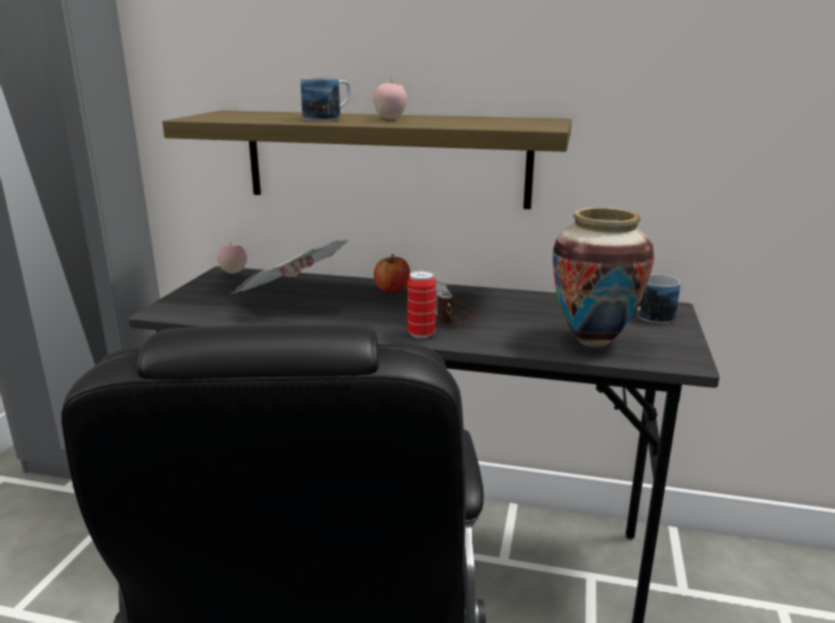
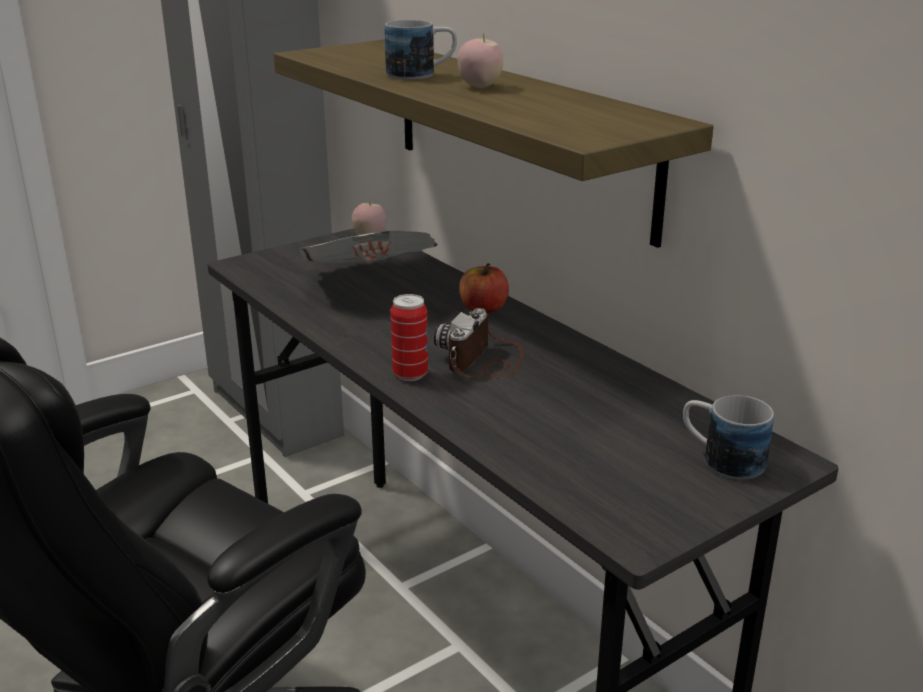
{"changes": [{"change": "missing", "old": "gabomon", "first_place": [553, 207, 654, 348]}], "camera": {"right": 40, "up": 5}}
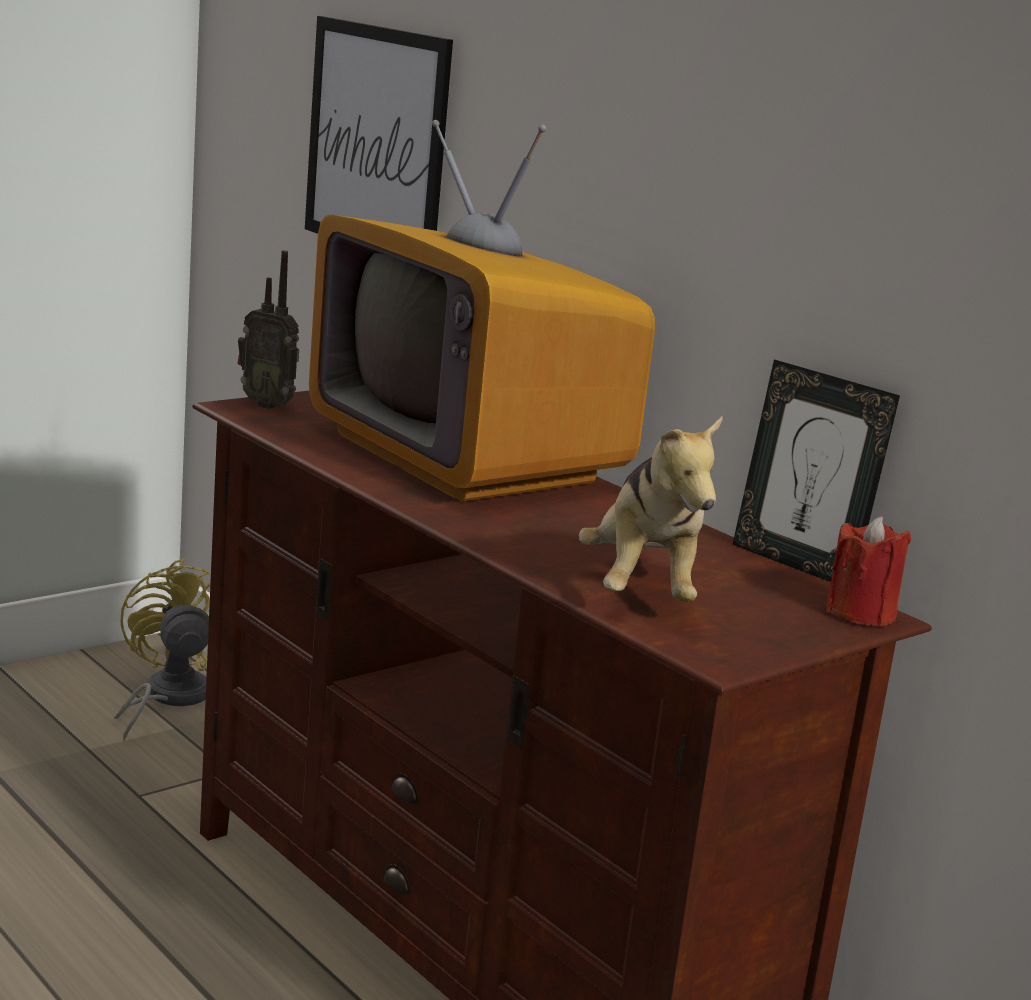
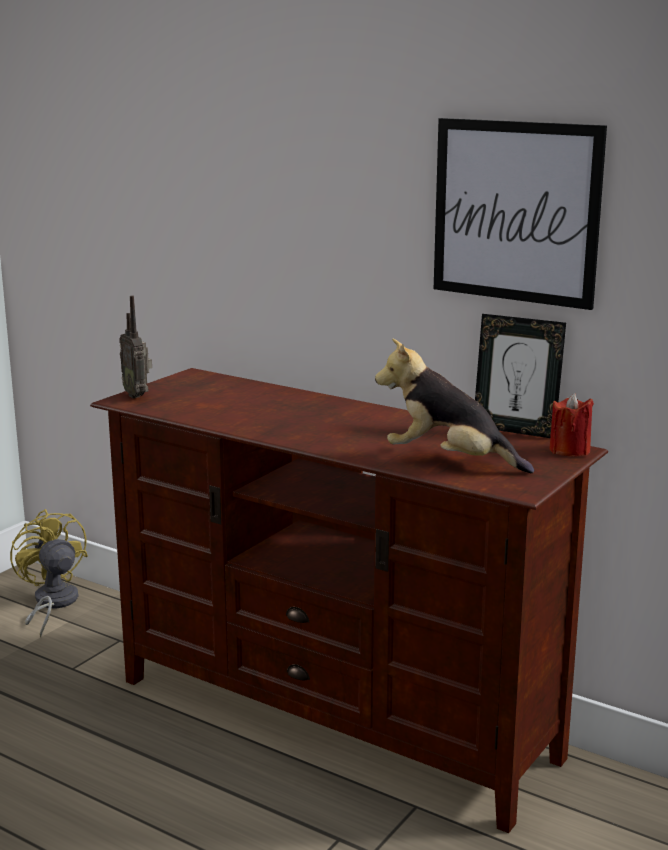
{"changes": [{"change": "relocated", "old": "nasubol", "first_place": [305, 16, 453, 234], "second_place": [434, 118, 607, 310]}, {"change": "missing", "old": "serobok", "first_place": [309, 120, 655, 502]}, {"change": "spun", "old": "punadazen", "first_place": [238, 250, 299, 409], "second_place": [119, 296, 152, 398], "degrees": 45}, {"change": "spun", "old": "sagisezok", "first_place": [579, 415, 723, 602], "second_place": [375, 339, 534, 473], "degrees": 135}], "camera": {"right": -15, "up": 0}}
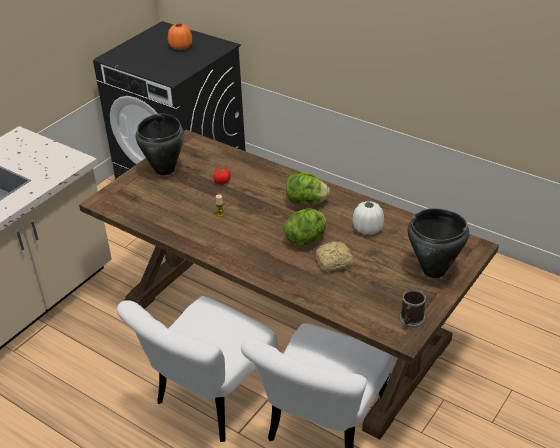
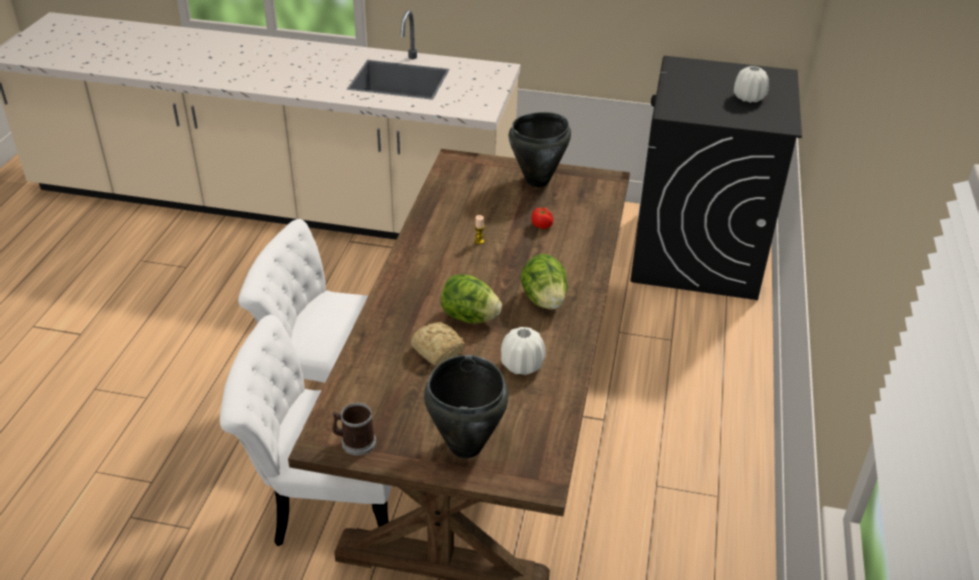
{"changes": [{"change": "colour", "old": "orange_gabomon", "new": "white_gabomon", "first_place": [168, 23, 192, 50], "second_place": [734, 66, 769, 103]}], "camera": {"right": 65, "up": 0}}
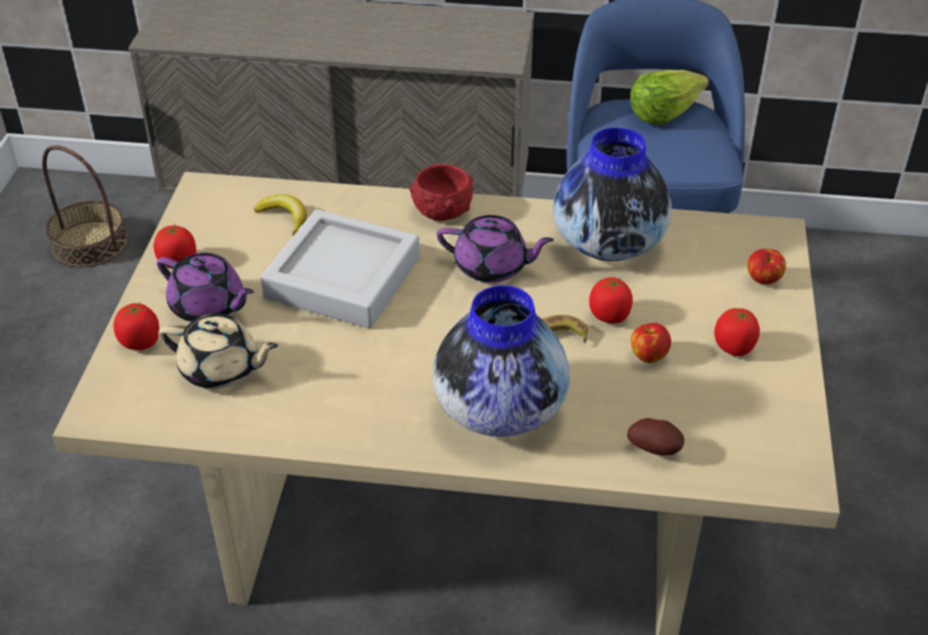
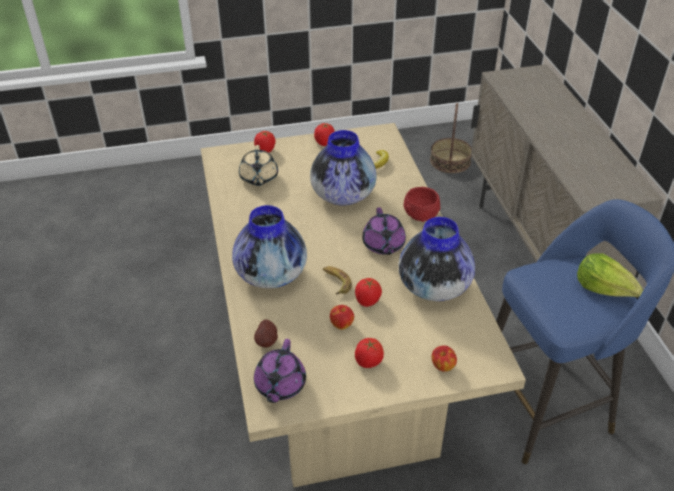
{"changes": [{"change": "exchanged", "old": "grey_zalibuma", "new": "gabomon", "first_place": [261, 209, 420, 328], "second_place": [310, 130, 377, 206]}, {"change": "relocated", "old": "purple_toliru", "first_place": [157, 253, 254, 322], "second_place": [254, 339, 306, 403]}], "camera": {"right": 70, "up": 0}}
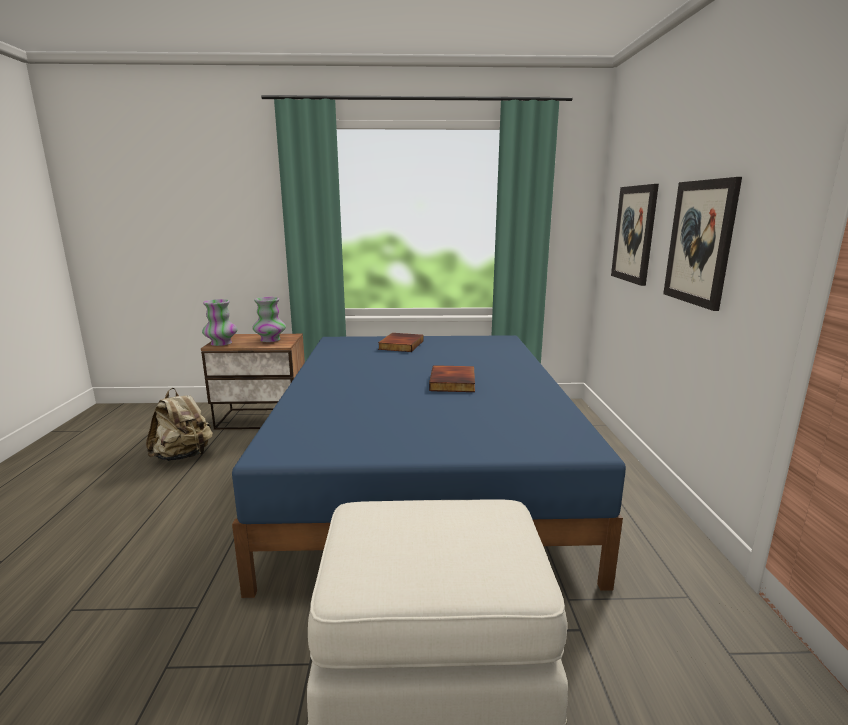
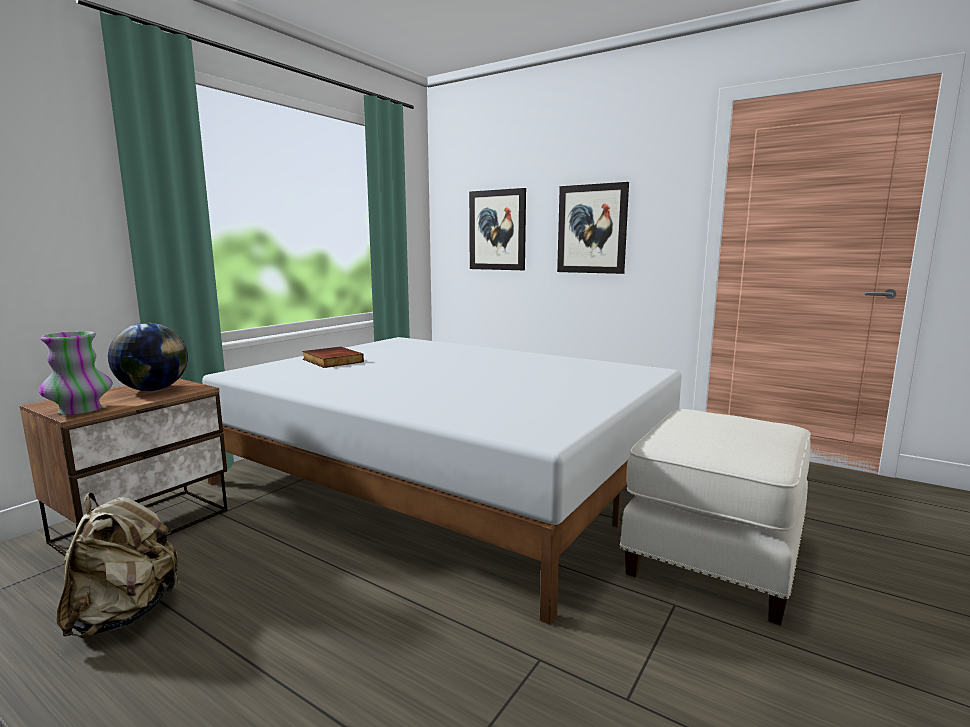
{"changes": [{"change": "exchanged", "old": "gabomon", "new": "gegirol", "first_place": [252, 297, 286, 342], "second_place": [108, 323, 188, 391]}, {"change": "colour", "old": "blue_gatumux", "new": "white_gatumux", "first_place": [232, 335, 626, 598], "second_place": [202, 337, 682, 625]}, {"change": "missing", "old": "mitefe", "first_place": [429, 365, 475, 392]}], "camera": {"right": -55, "up": -5}}
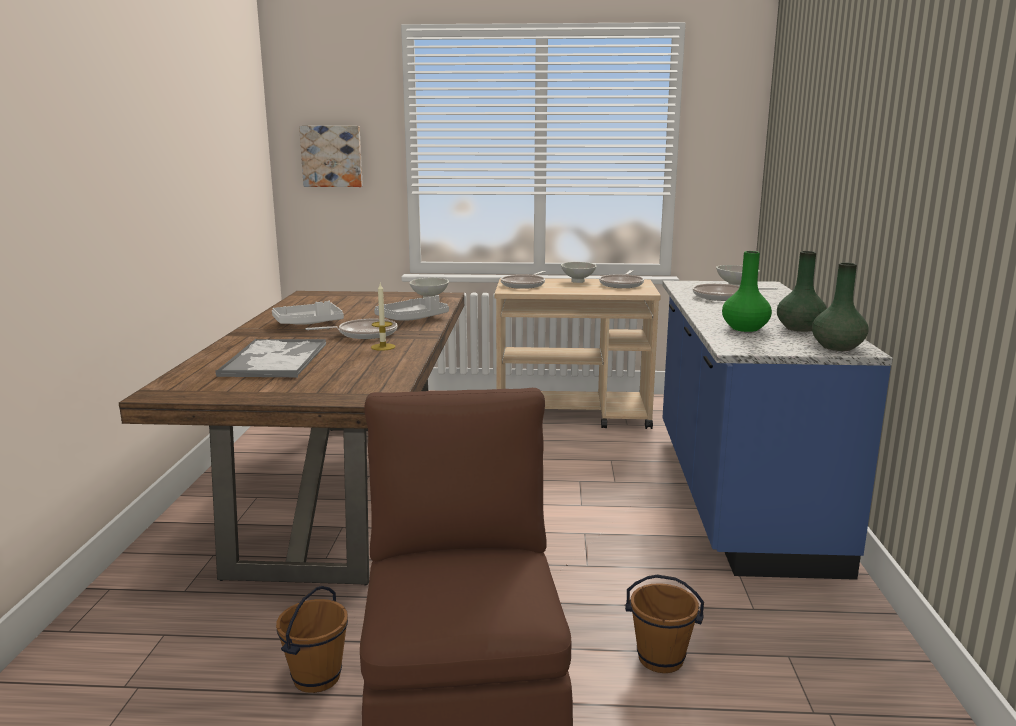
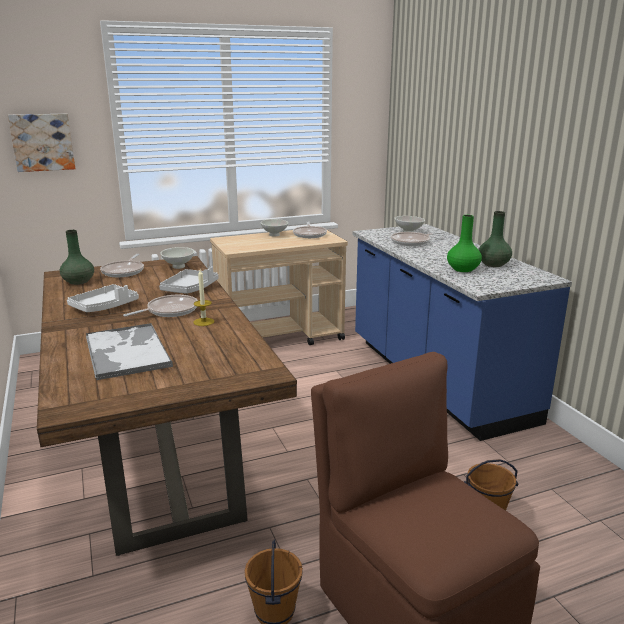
{"changes": [{"change": "relocated", "old": "green_gabomon", "first_place": [812, 263, 869, 351], "second_place": [60, 230, 94, 285]}, {"change": "relocated", "old": "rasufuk", "first_place": [501, 271, 546, 289], "second_place": [100, 254, 144, 277]}], "camera": {"right": -25, "up": 5}}
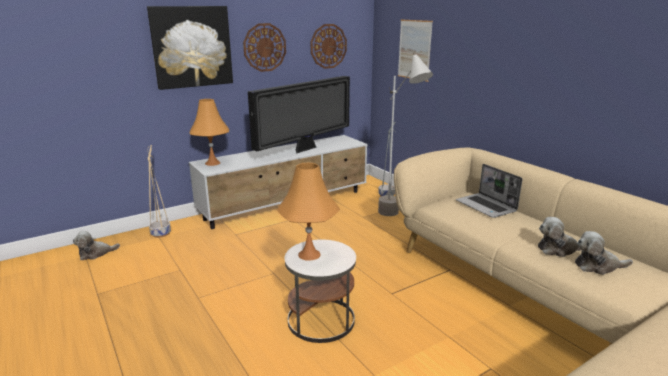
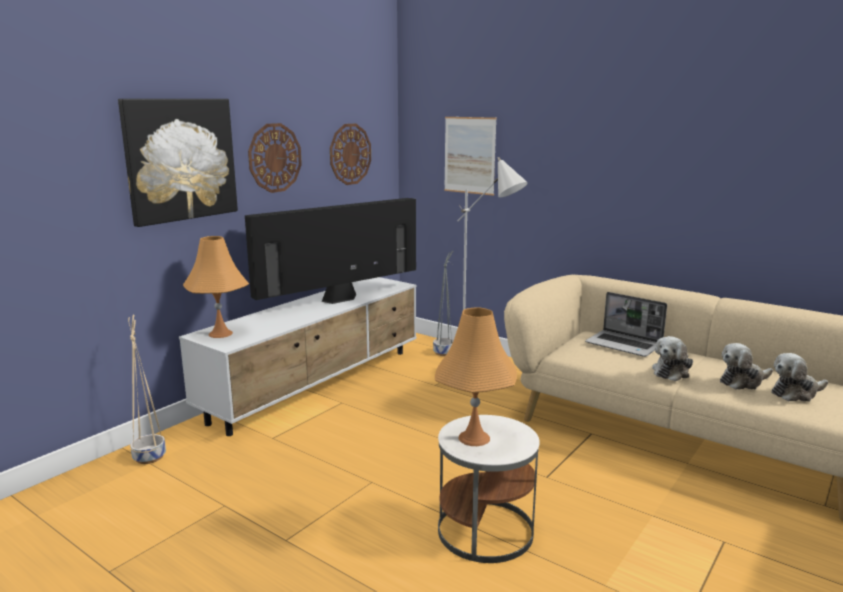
{"changes": [{"change": "spun", "old": "serobok", "first_place": [248, 76, 350, 154], "second_place": [245, 198, 416, 304], "degrees": -150}, {"change": "relocated", "old": "sagisezok", "first_place": [73, 231, 120, 260], "second_place": [652, 336, 693, 381]}], "camera": {"right": -20, "up": -5}}
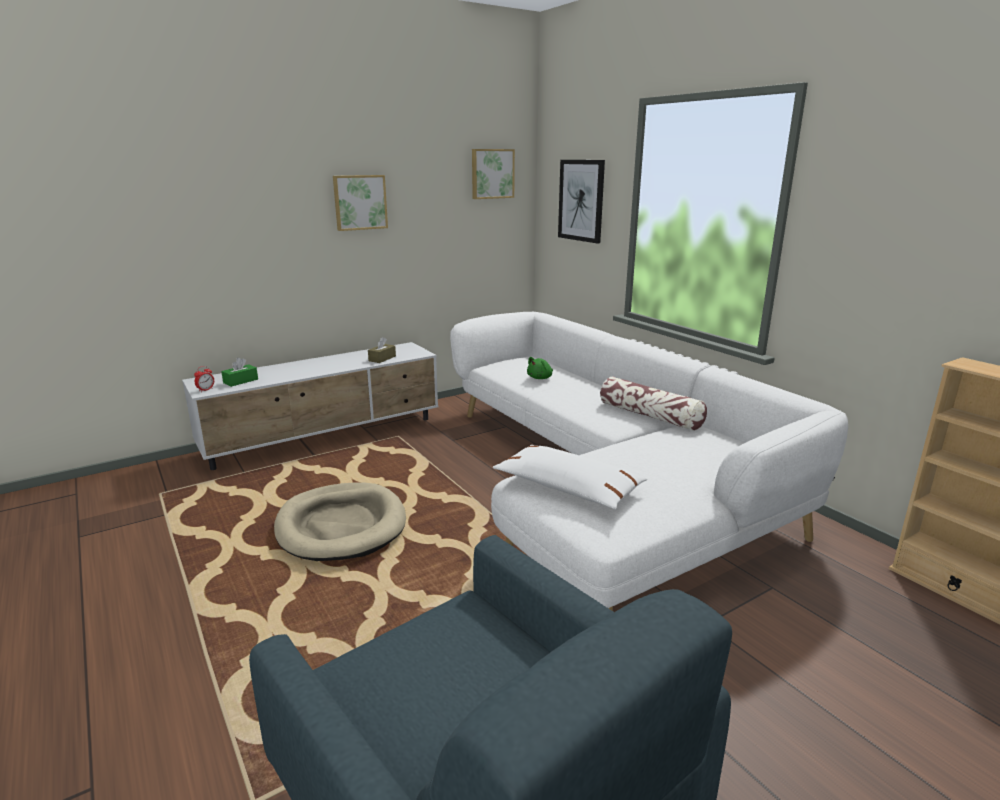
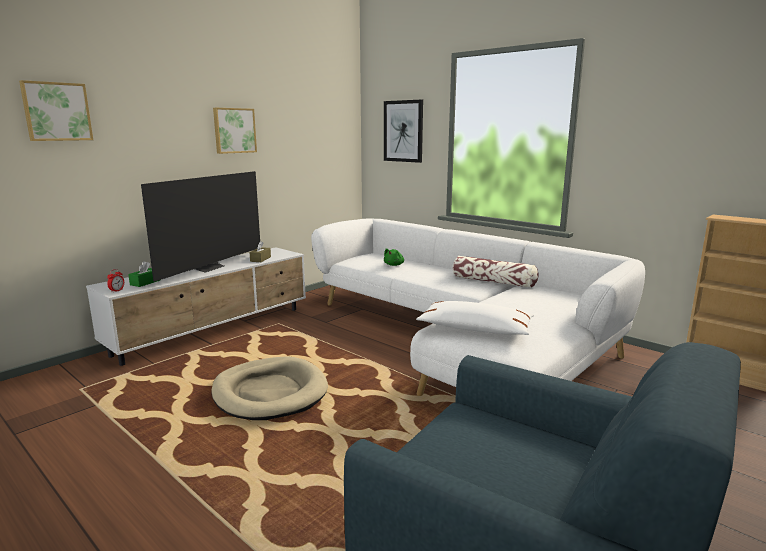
{"changes": [{"change": "relocated", "old": "nasubol", "first_place": [472, 149, 515, 199], "second_place": [19, 80, 93, 141]}, {"change": "appeared", "new": "serobok", "second_place": [141, 171, 260, 282]}], "camera": {"right": -15, "up": -5}}
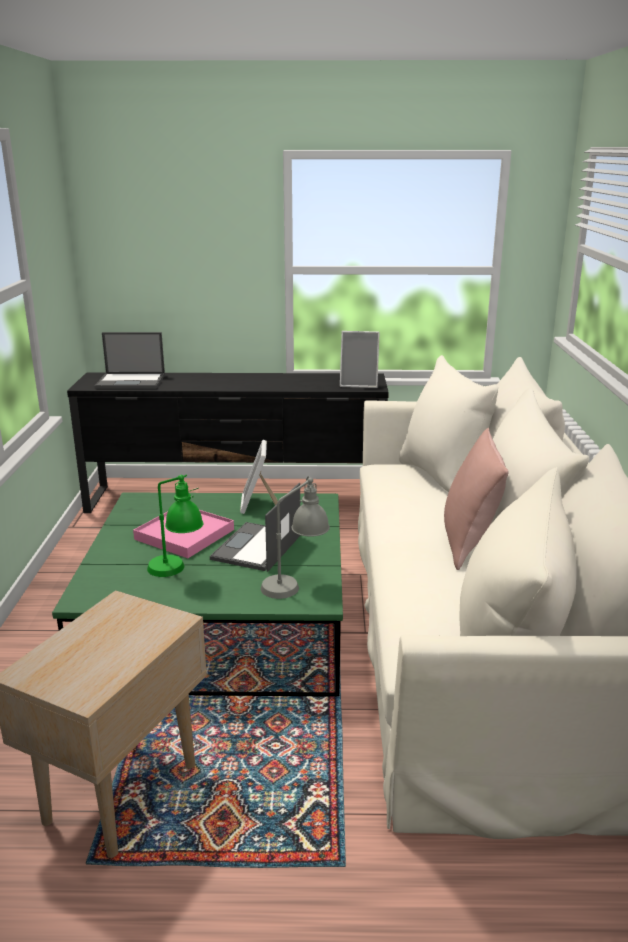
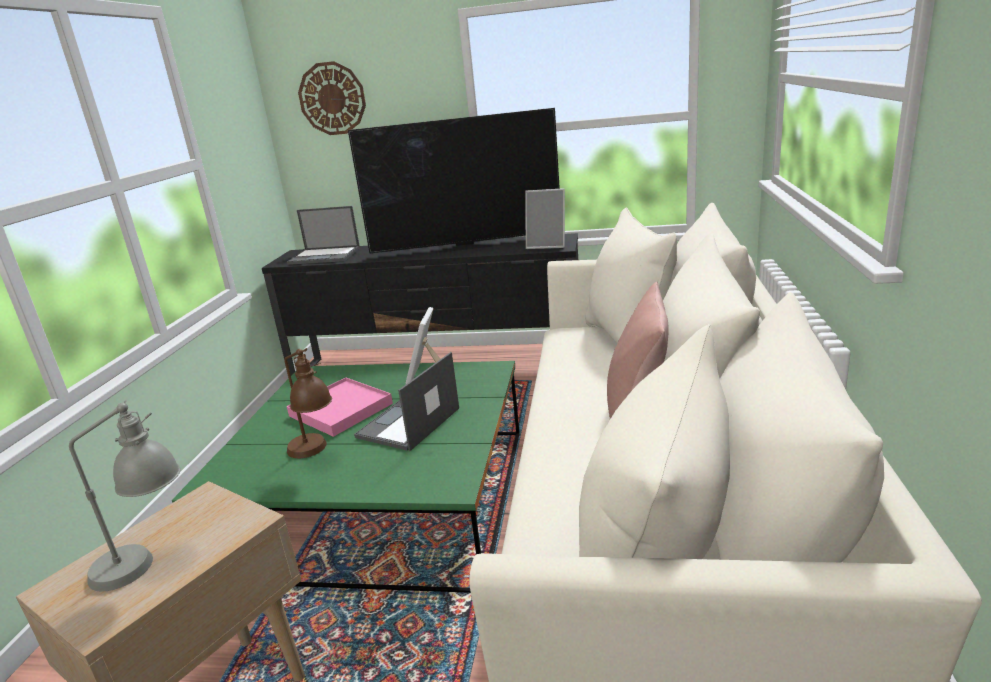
{"changes": [{"change": "colour", "old": "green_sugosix", "new": "brown_sugosix", "first_place": [147, 474, 203, 577], "second_place": [284, 348, 332, 458]}, {"change": "relocated", "old": "grey_sugosix", "first_place": [260, 476, 330, 599], "second_place": [69, 400, 181, 592]}, {"change": "appeared", "new": "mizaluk", "second_place": [298, 61, 366, 135]}, {"change": "appeared", "new": "serobok", "second_place": [348, 108, 560, 254]}], "camera": {"right": 10, "up": 0}}
